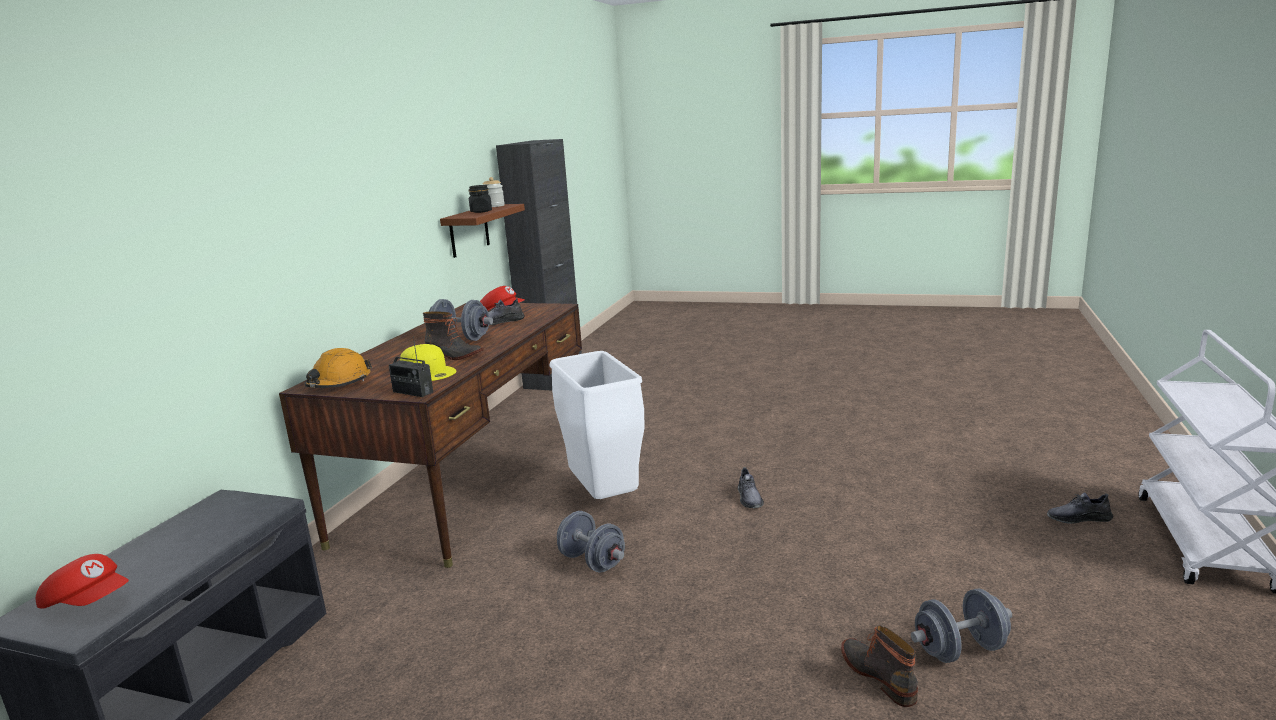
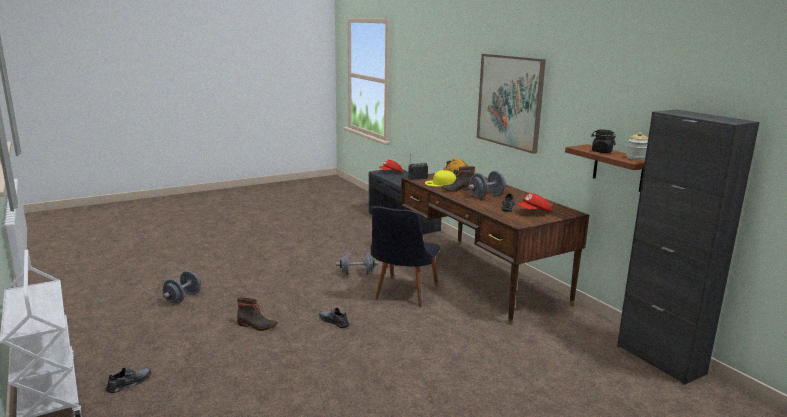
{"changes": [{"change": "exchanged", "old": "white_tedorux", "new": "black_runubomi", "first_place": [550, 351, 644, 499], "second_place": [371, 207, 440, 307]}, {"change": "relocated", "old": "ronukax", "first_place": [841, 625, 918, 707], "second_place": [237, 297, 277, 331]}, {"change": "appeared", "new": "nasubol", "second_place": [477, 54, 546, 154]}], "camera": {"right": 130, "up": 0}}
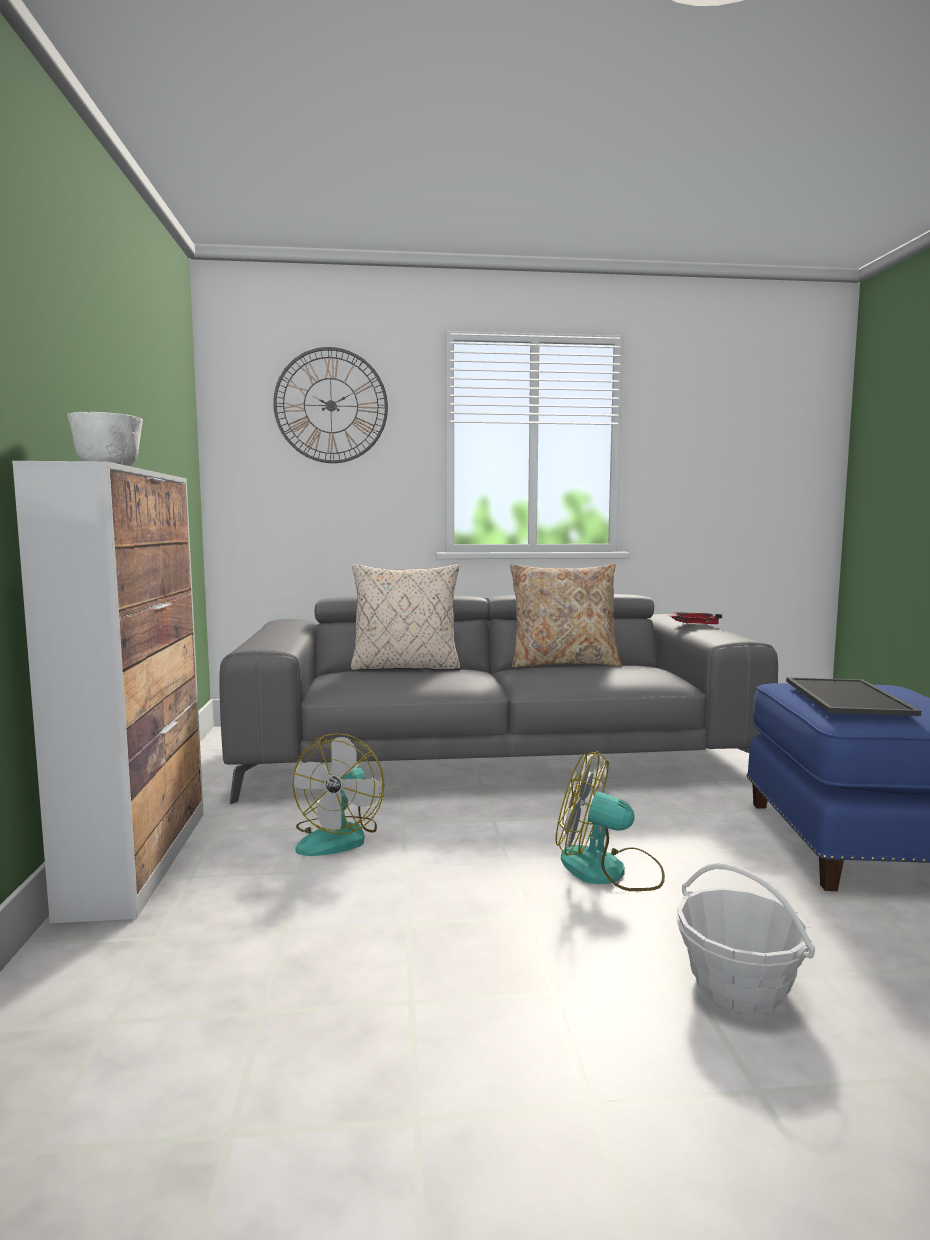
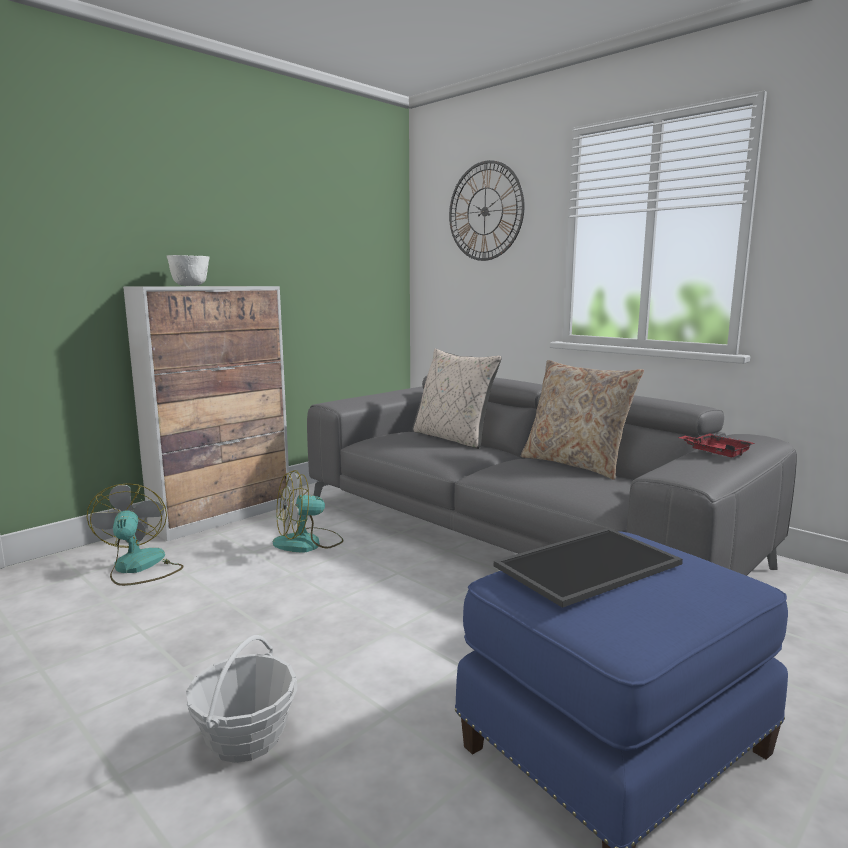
{"changes": [{"change": "relocated", "old": "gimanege", "first_place": [555, 751, 665, 891], "second_place": [87, 483, 183, 586]}], "camera": {"right": 50, "up": 5}}
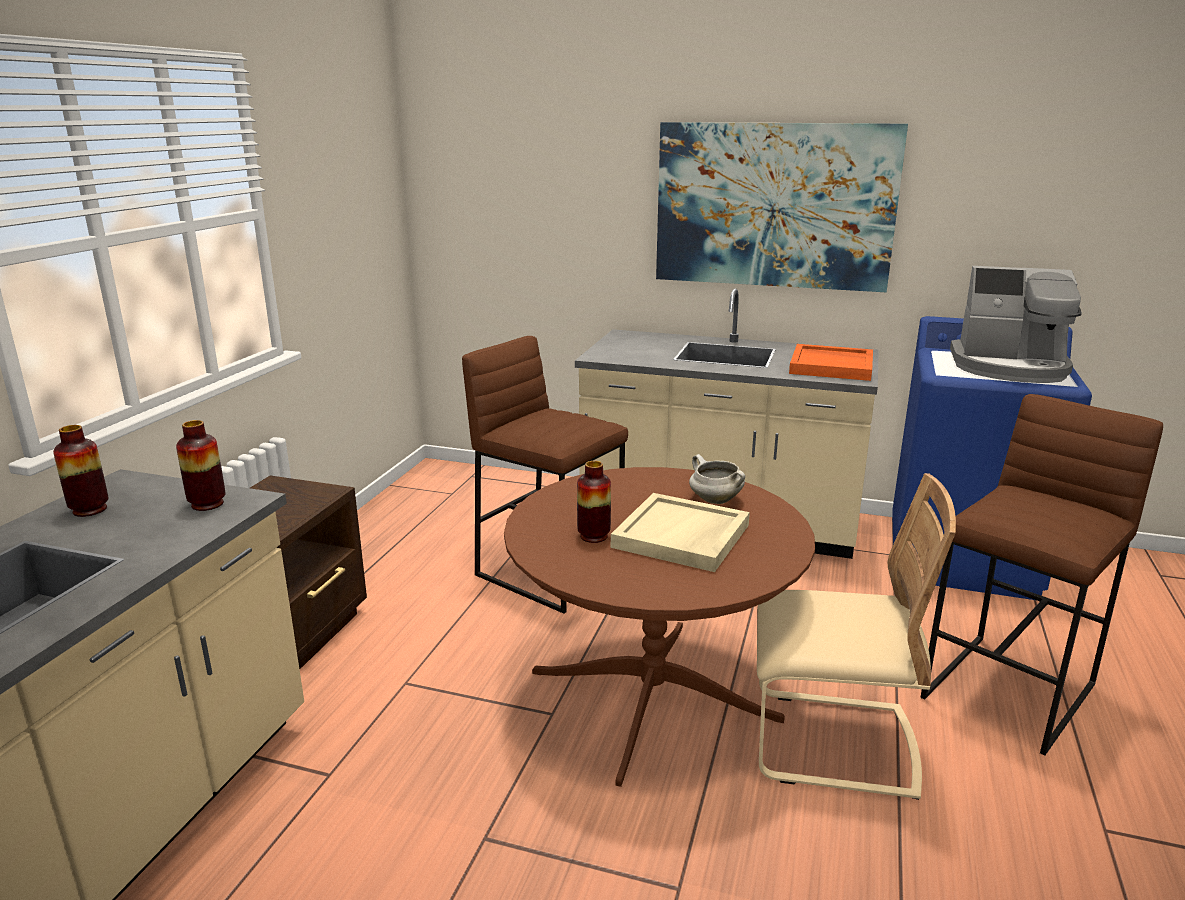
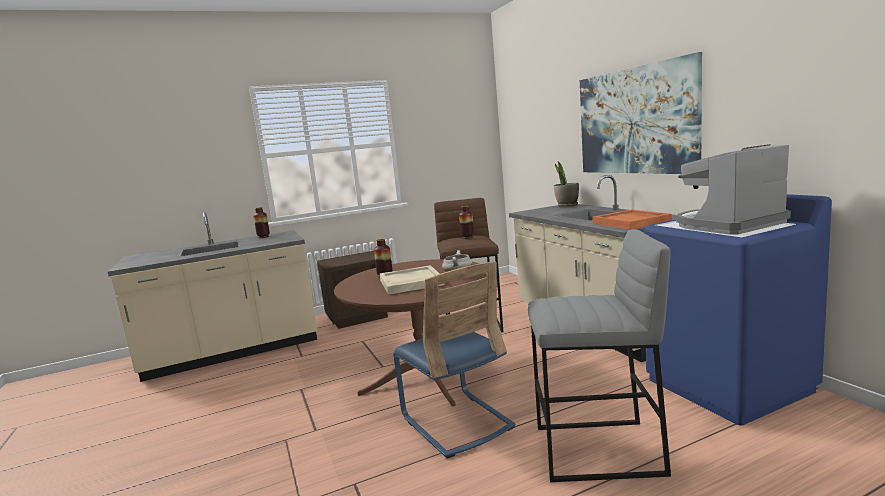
{"changes": [{"change": "spun", "old": "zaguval", "first_place": [950, 266, 1082, 383], "second_place": [676, 144, 791, 235], "degrees": 90}, {"change": "colour", "old": "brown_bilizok", "new": "grey_bilizok", "first_place": [920, 394, 1163, 756], "second_place": [528, 229, 671, 482]}, {"change": "relocated", "old": "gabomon", "first_place": [176, 420, 226, 511], "second_place": [459, 206, 474, 239]}, {"change": "colour", "old": "beige_runubomi", "new": "blue_runubomi", "first_place": [757, 473, 956, 800], "second_place": [393, 262, 516, 458]}, {"change": "appeared", "new": "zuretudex", "second_place": [554, 162, 579, 207]}], "camera": {"right": 50, "up": -10}}
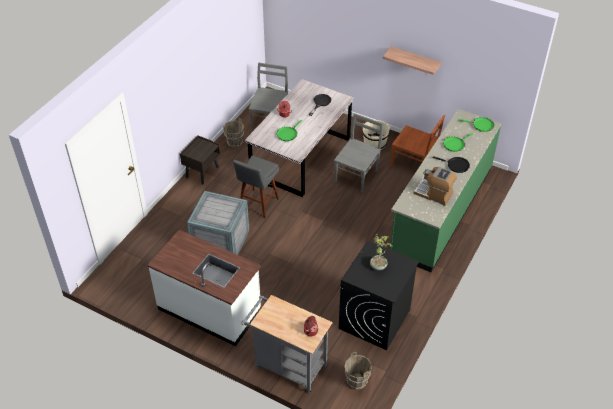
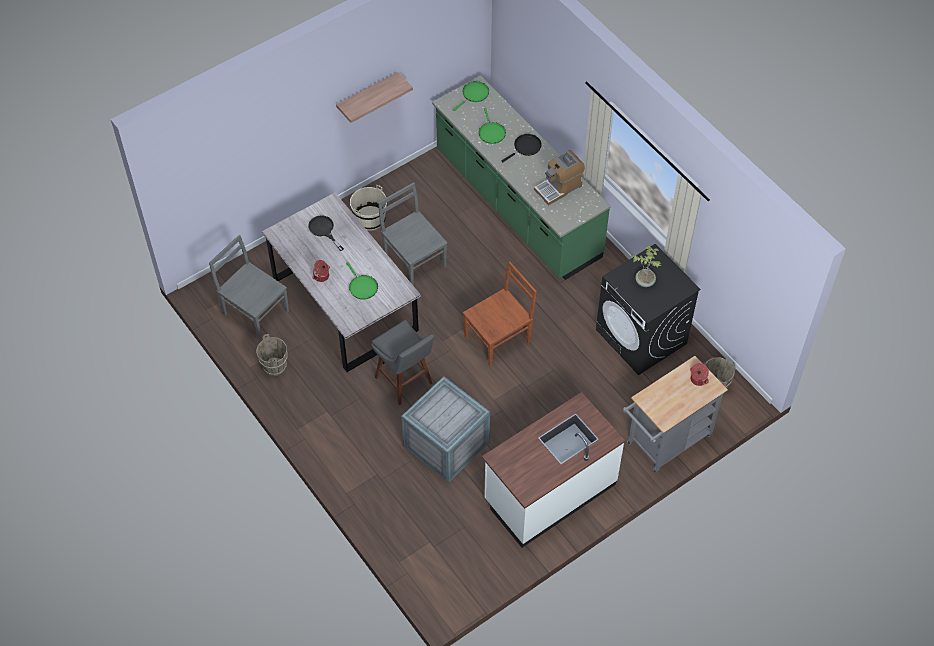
{"changes": [{"change": "relocated", "old": "brown_runubomi", "first_place": [391, 115, 445, 167], "second_place": [463, 262, 537, 366]}, {"change": "missing", "old": "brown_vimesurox", "first_place": [180, 135, 220, 185]}], "camera": {"right": -65, "up": 10}}
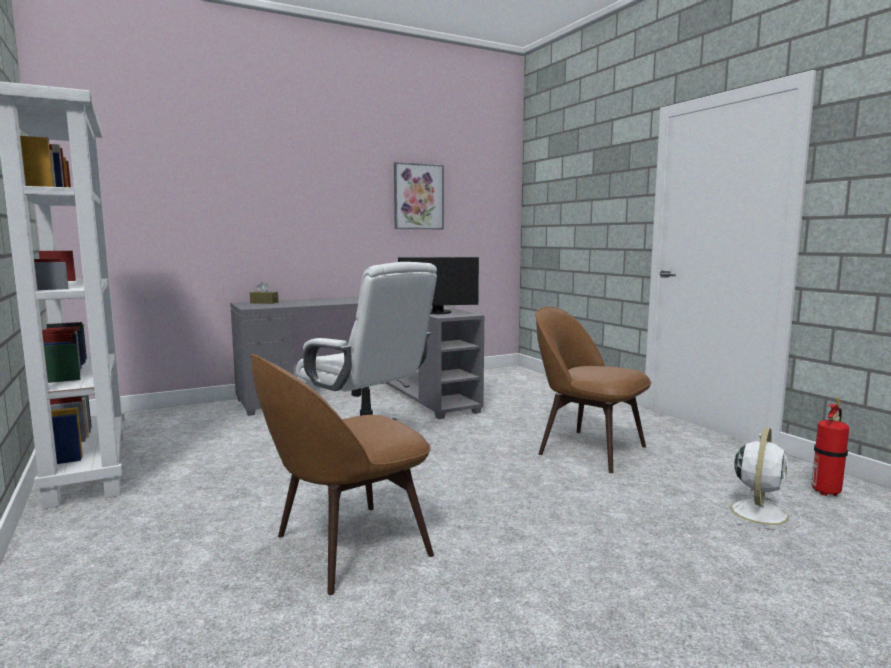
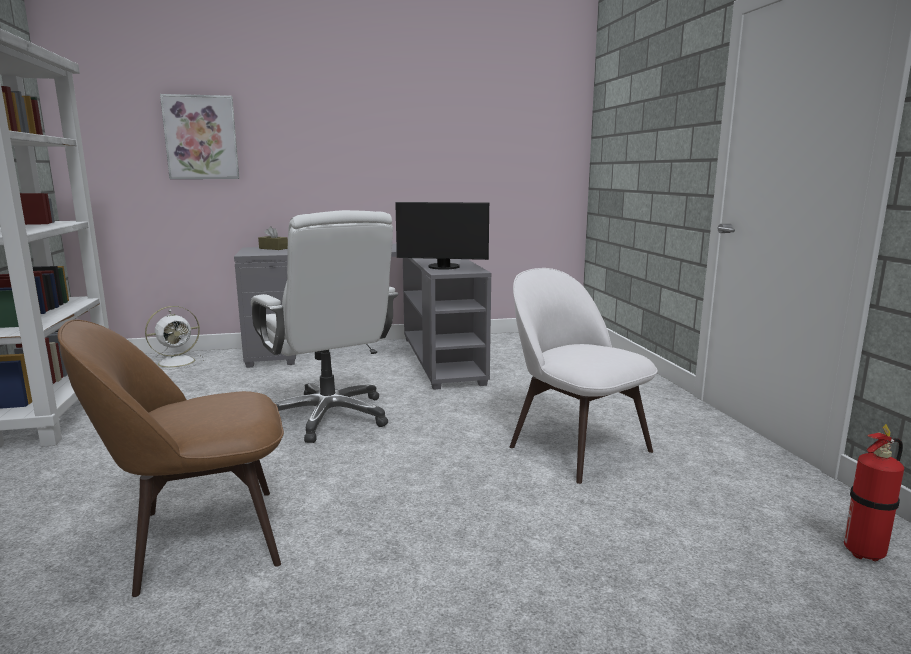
{"changes": [{"change": "relocated", "old": "nasubol", "first_place": [394, 162, 444, 230], "second_place": [160, 94, 240, 179]}, {"change": "colour", "old": "brown_runubomi", "new": "white_runubomi", "first_place": [535, 307, 652, 473], "second_place": [510, 268, 658, 484]}, {"change": "relocated", "old": "white_gimanege", "first_place": [718, 427, 802, 531], "second_place": [145, 306, 205, 370]}], "camera": {"right": 15, "up": 5}}
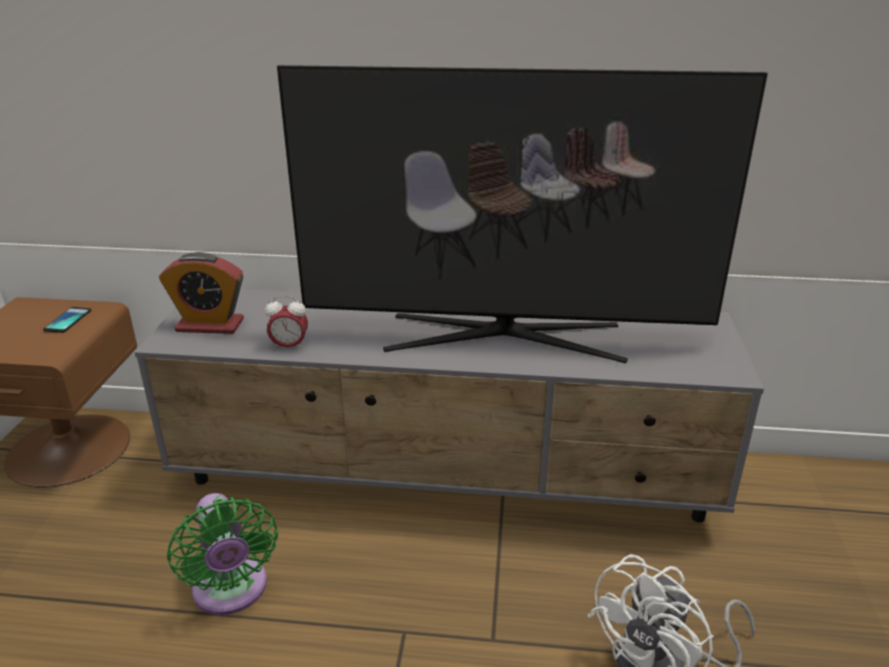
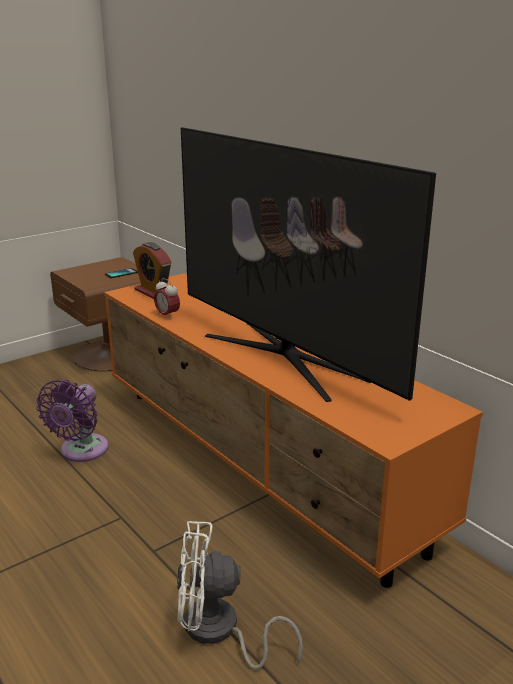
{"changes": [{"change": "colour", "old": "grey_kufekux", "new": "orange_kufekux", "first_place": [134, 289, 764, 523], "second_place": [104, 273, 483, 588]}, {"change": "colour", "old": "green_gimanege", "new": "purple_gimanege", "first_place": [167, 493, 278, 615], "second_place": [37, 380, 109, 462]}], "camera": {"right": 45, "up": -5}}
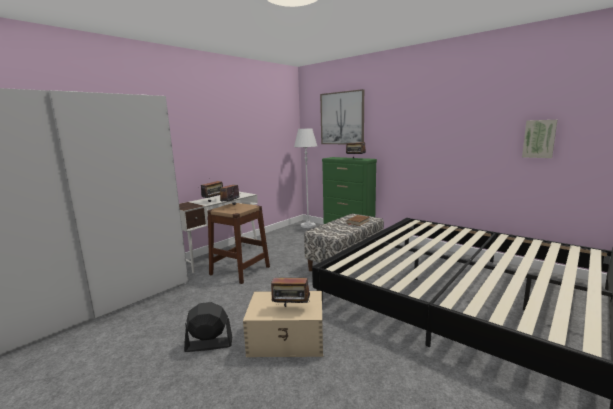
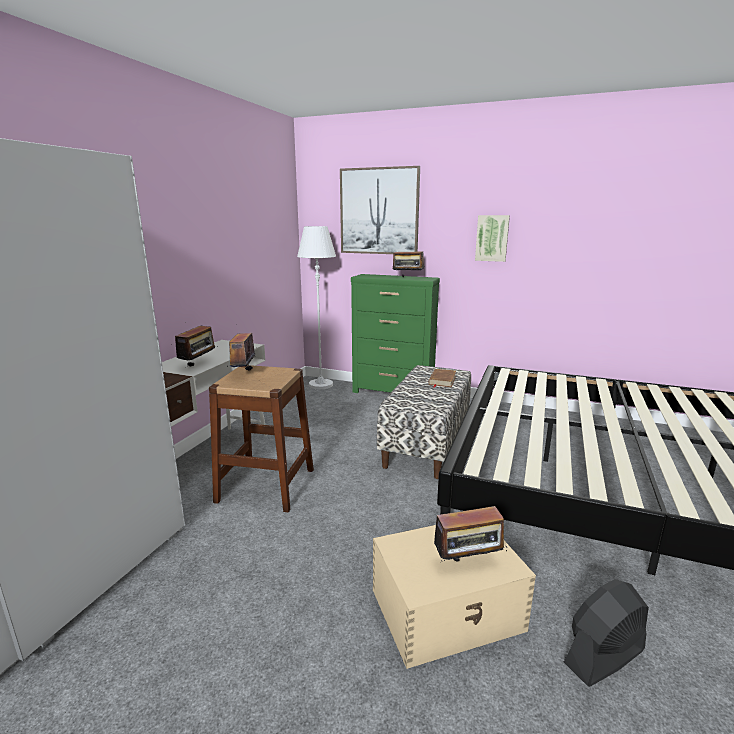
{"changes": [{"change": "relocated", "old": "nasubol", "first_place": [522, 120, 557, 158], "second_place": [475, 215, 510, 262]}, {"change": "relocated", "old": "black_gimanege", "first_place": [184, 302, 232, 352], "second_place": [564, 579, 649, 687]}], "camera": {"right": -20, "up": 5}}
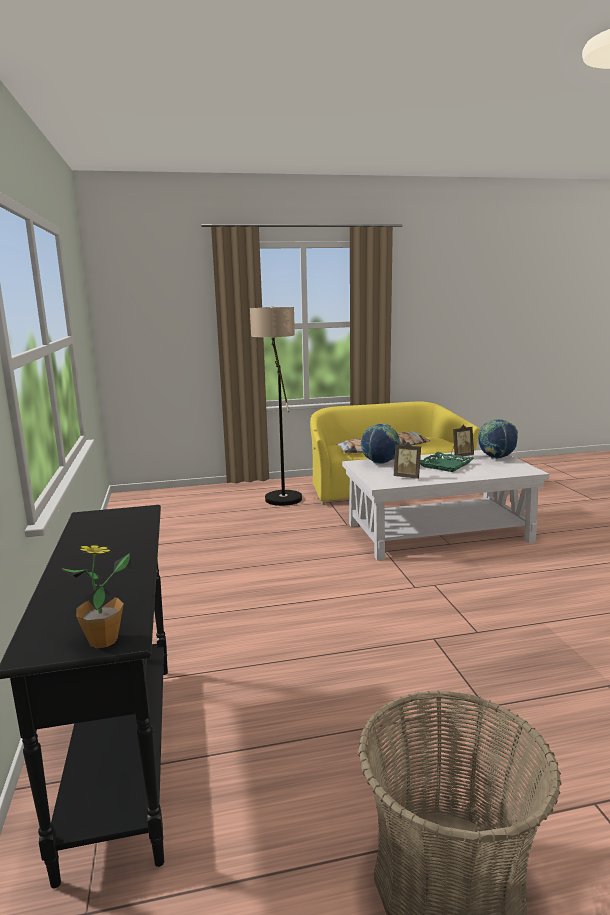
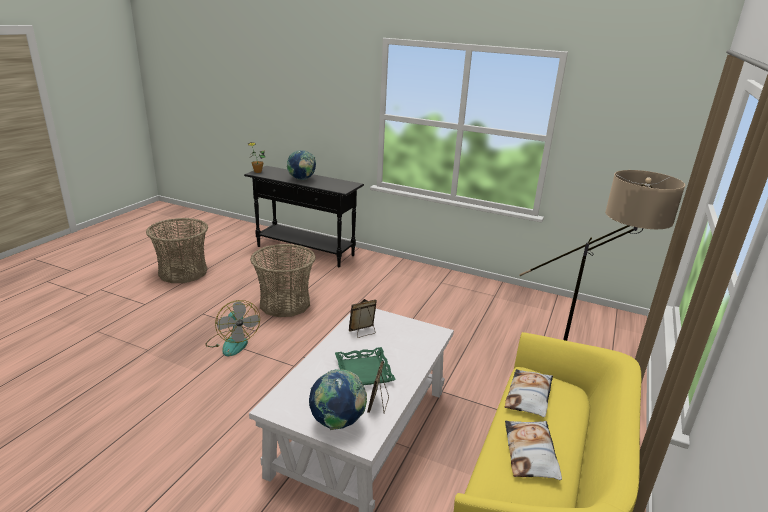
{"changes": [{"change": "relocated", "old": "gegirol", "first_place": [361, 424, 401, 464], "second_place": [287, 150, 316, 180]}, {"change": "appeared", "new": "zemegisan", "second_place": [250, 244, 316, 317]}, {"change": "appeared", "new": "gimanege", "second_place": [205, 300, 260, 356]}], "camera": {"right": 125, "up": 10}}
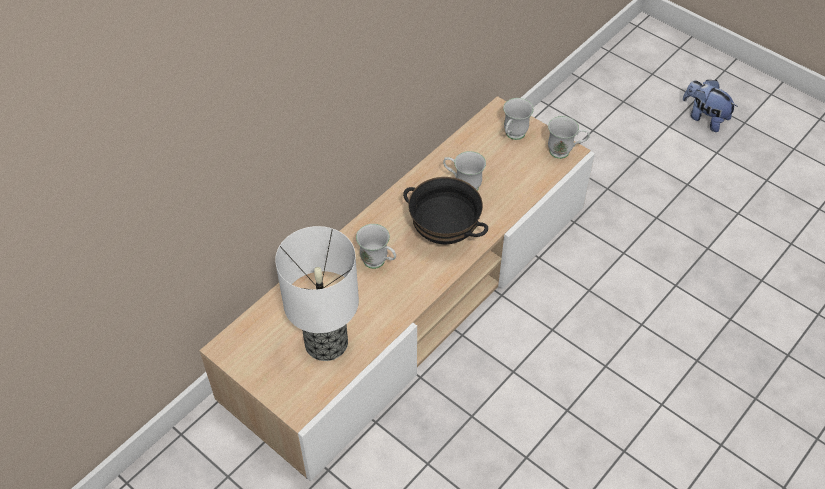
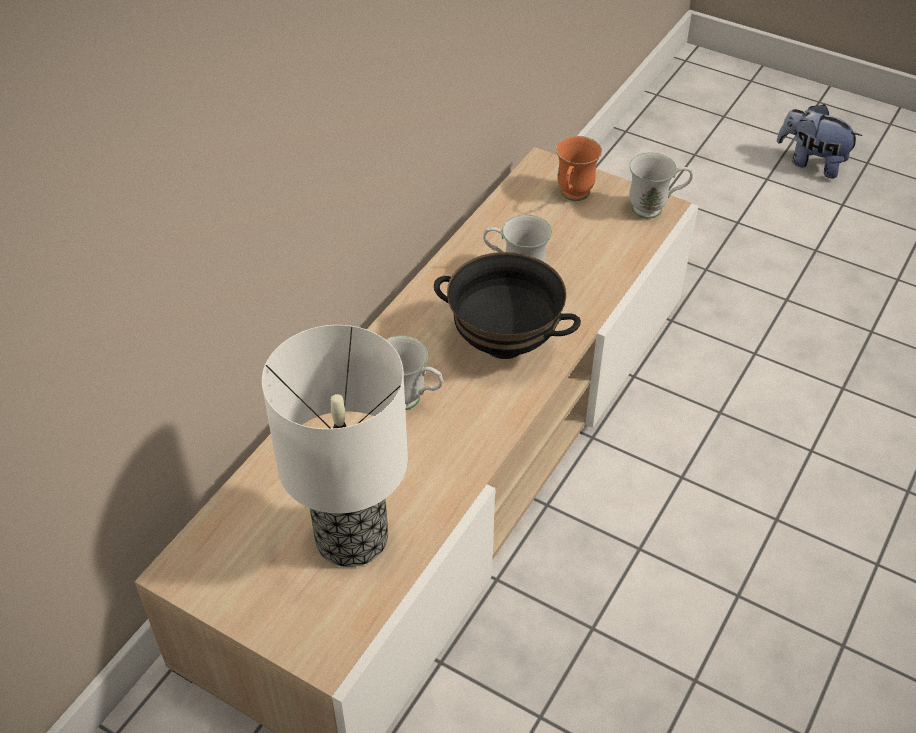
{"changes": [{"change": "colour", "old": "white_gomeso", "new": "orange_gomeso", "first_place": [503, 98, 534, 140], "second_place": [556, 136, 602, 201]}], "camera": {"right": -10, "up": -5}}
